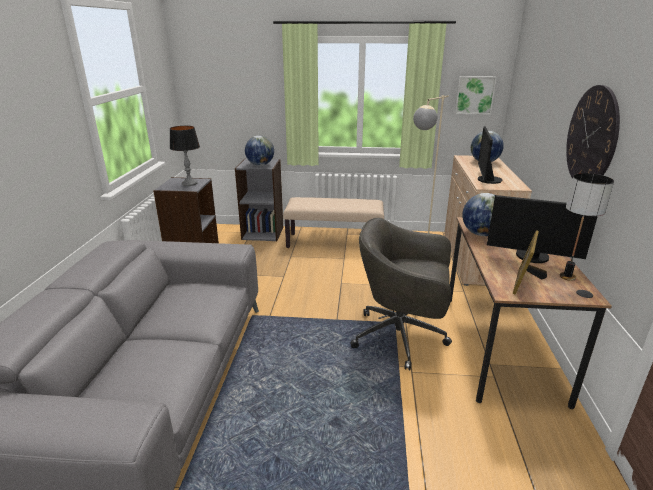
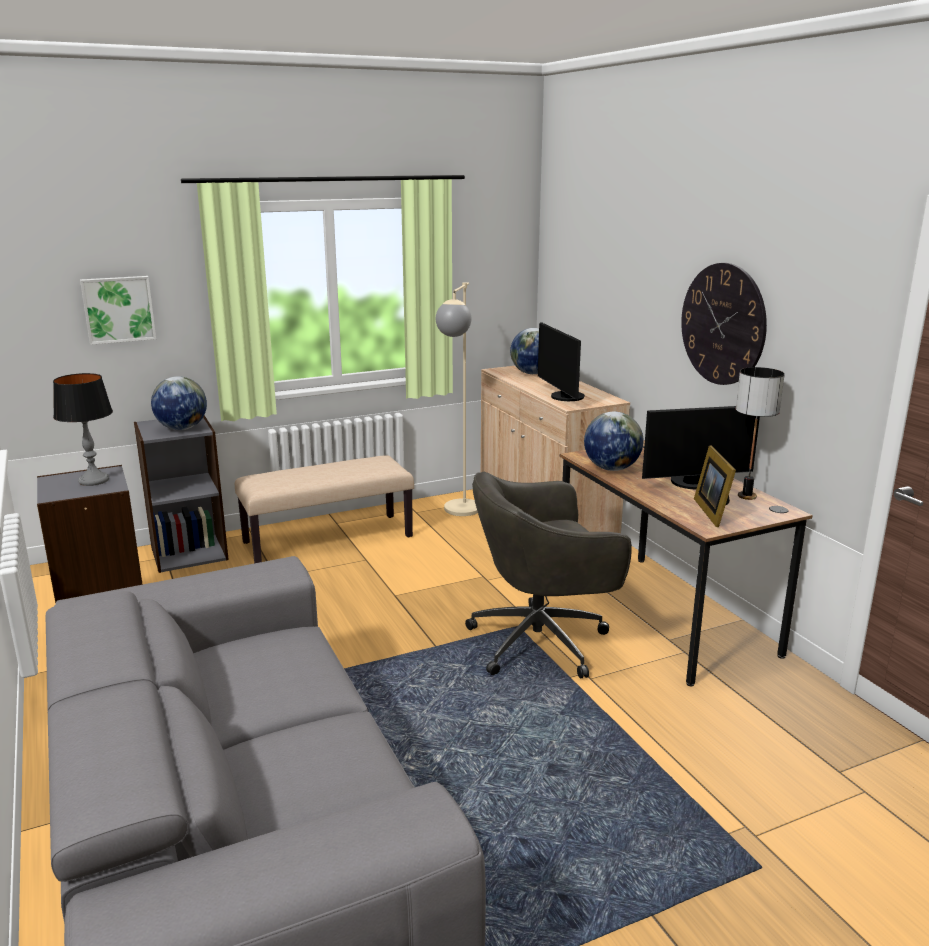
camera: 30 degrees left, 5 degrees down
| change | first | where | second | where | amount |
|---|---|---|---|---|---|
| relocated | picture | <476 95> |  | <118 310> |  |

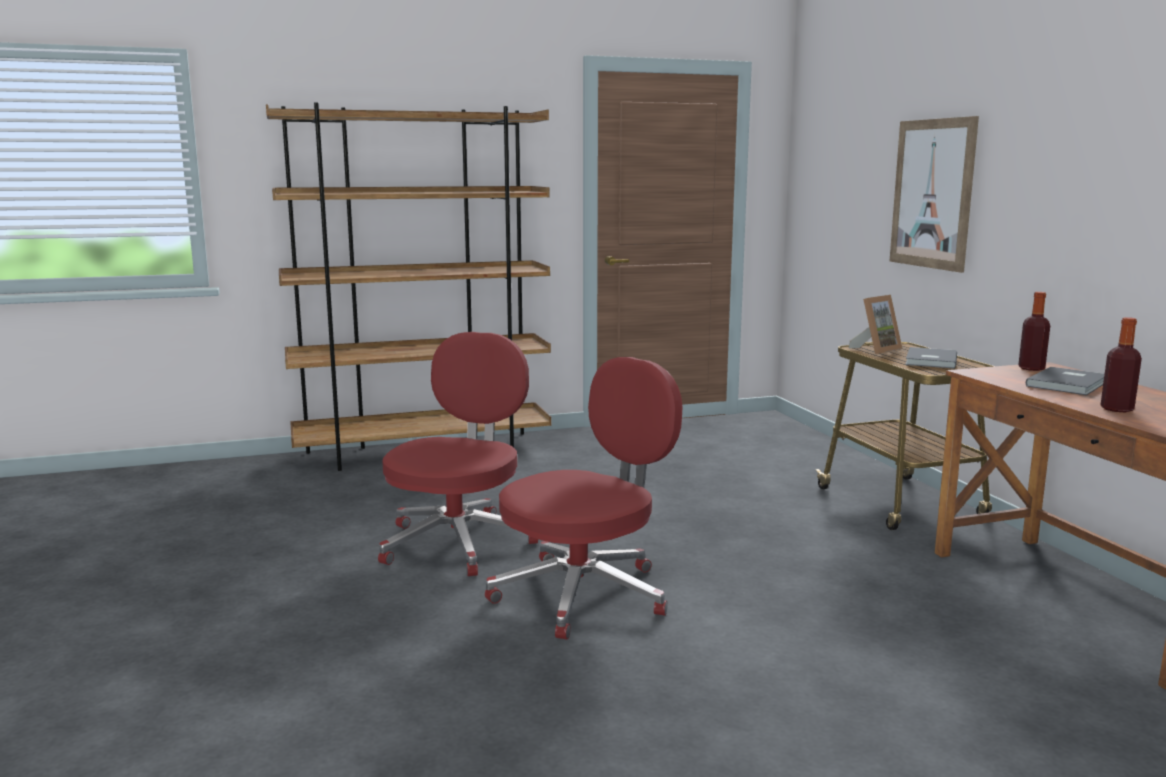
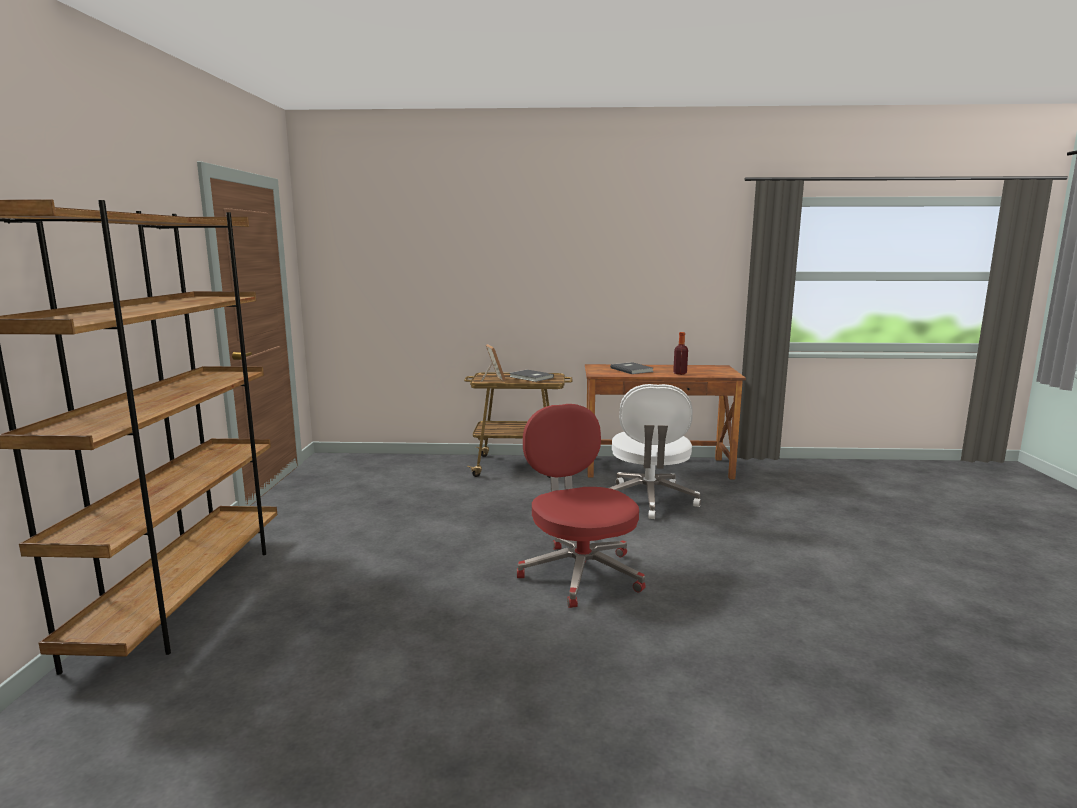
camera: 70 degrees left, 0 degrees up
| change | first | where | second | where | amount |
|---|---|---|---|---|---|
| missing | picture | <934 194> |  |  |  |
| missing | bottle | <1034 331> |  |  |  |
| missing | red office chair | <458 454> |  |  |  |
| appeared |  |  | white office chair | <655 451> |  |

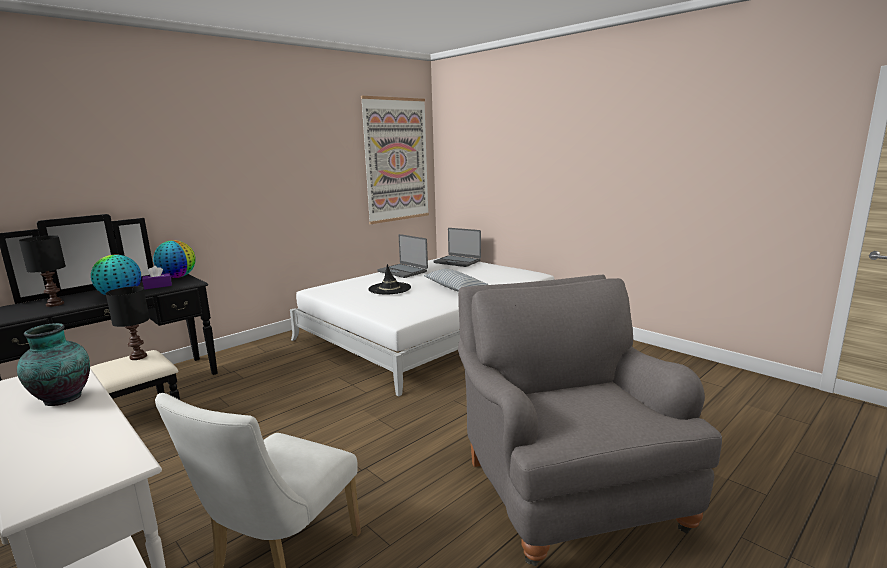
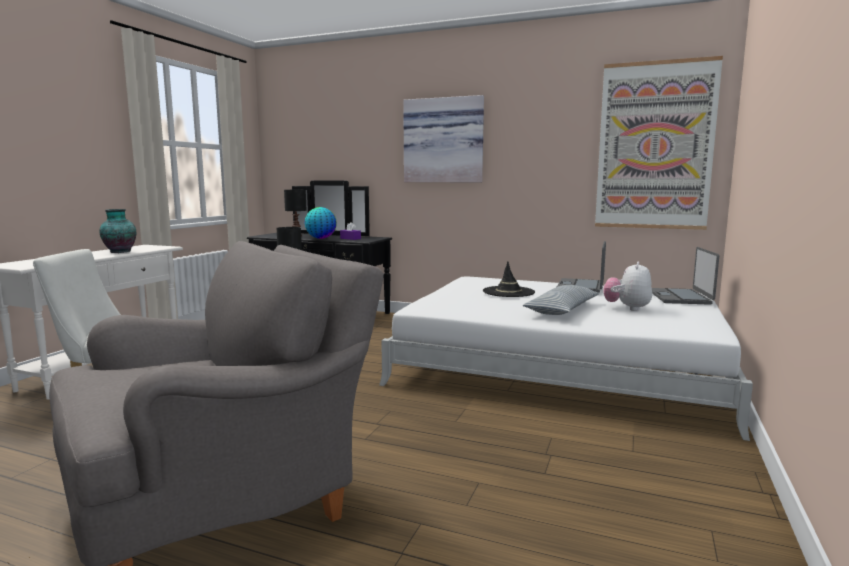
camera: 65 degrees right, 5 degrees down
| change | first | where | second | where | amount |
|---|---|---|---|---|---|
| missing | globe | <174 259> |  |  |  |
| appeared |  |  | picture | <443 138> |  |
| appeared |  |  | plush toy | <627 286> |  |

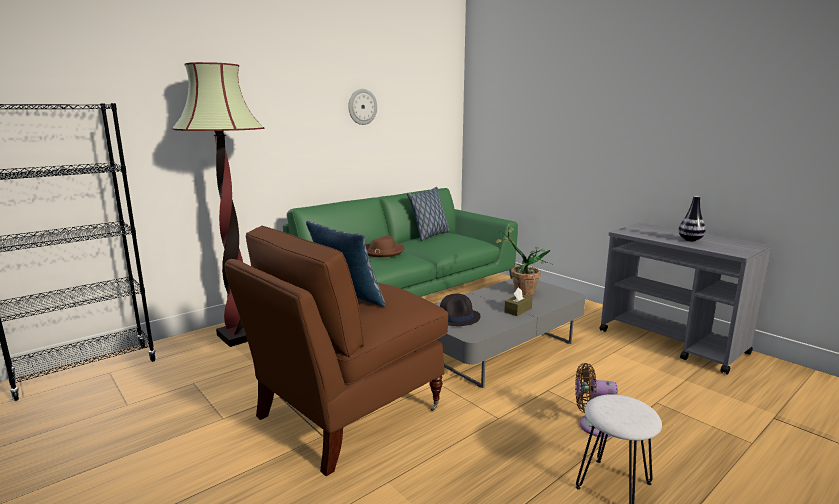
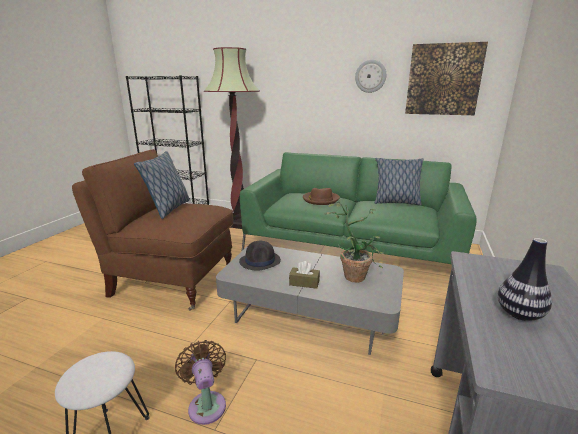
camera: 60 degrees right, 5 degrees up
| change | first | where | second | where | amount |
|---|---|---|---|---|---|
| appeared |  |  | picture | <446 78> |  |

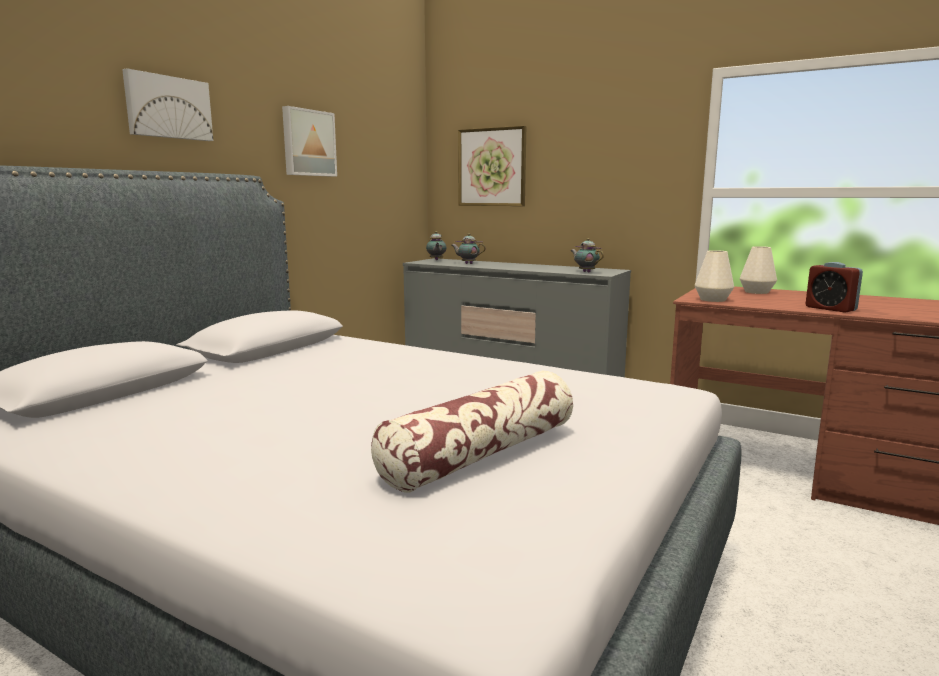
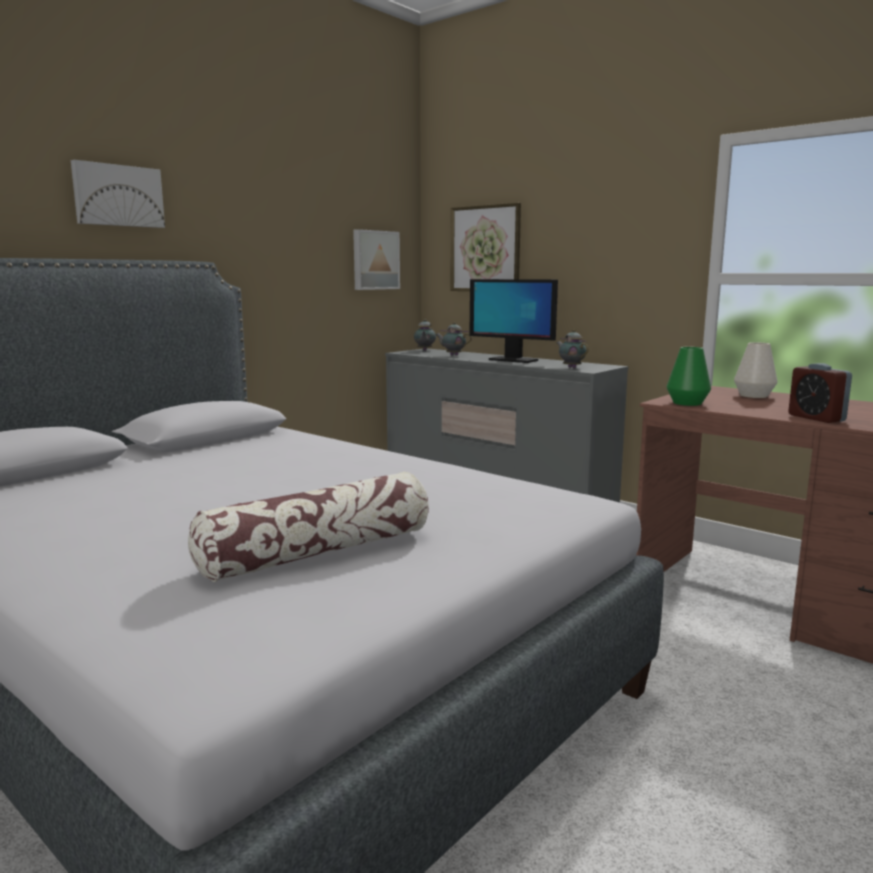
camera: 10 degrees right, 0 degrees up
| change | first | where | second | where | amount |
|---|---|---|---|---|---|
| relocated | picture | <309 141> |  | <376 259> |  |
| colour | white vase | <714 276> | green vase | <689 376> |  |
| appeared |  |  | monitor | <513 321> |  |

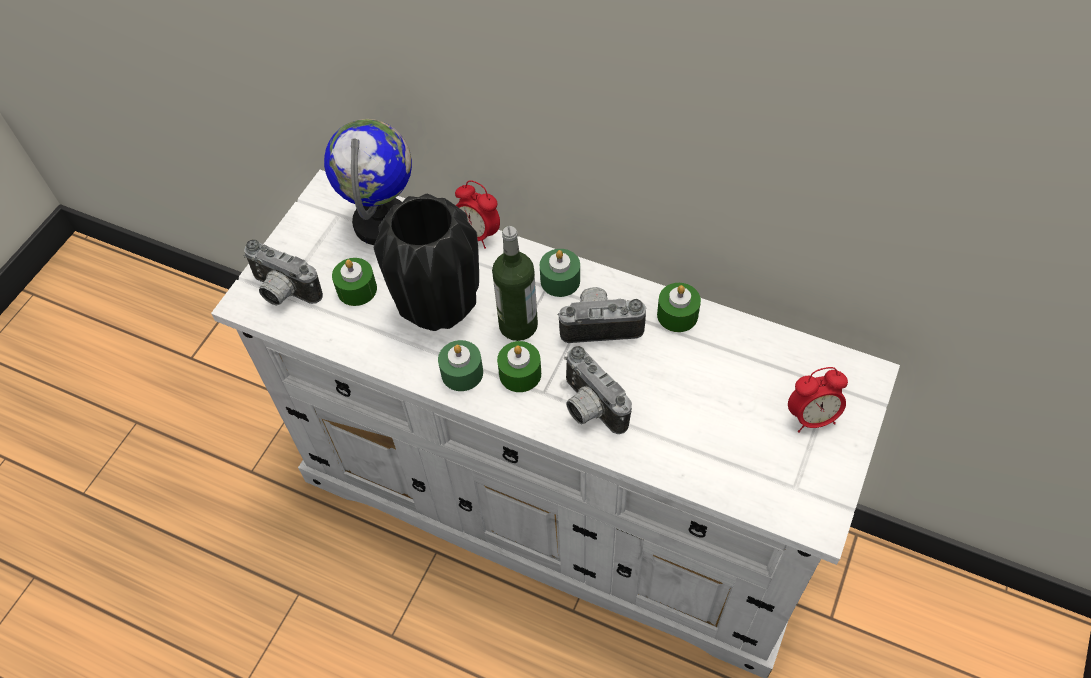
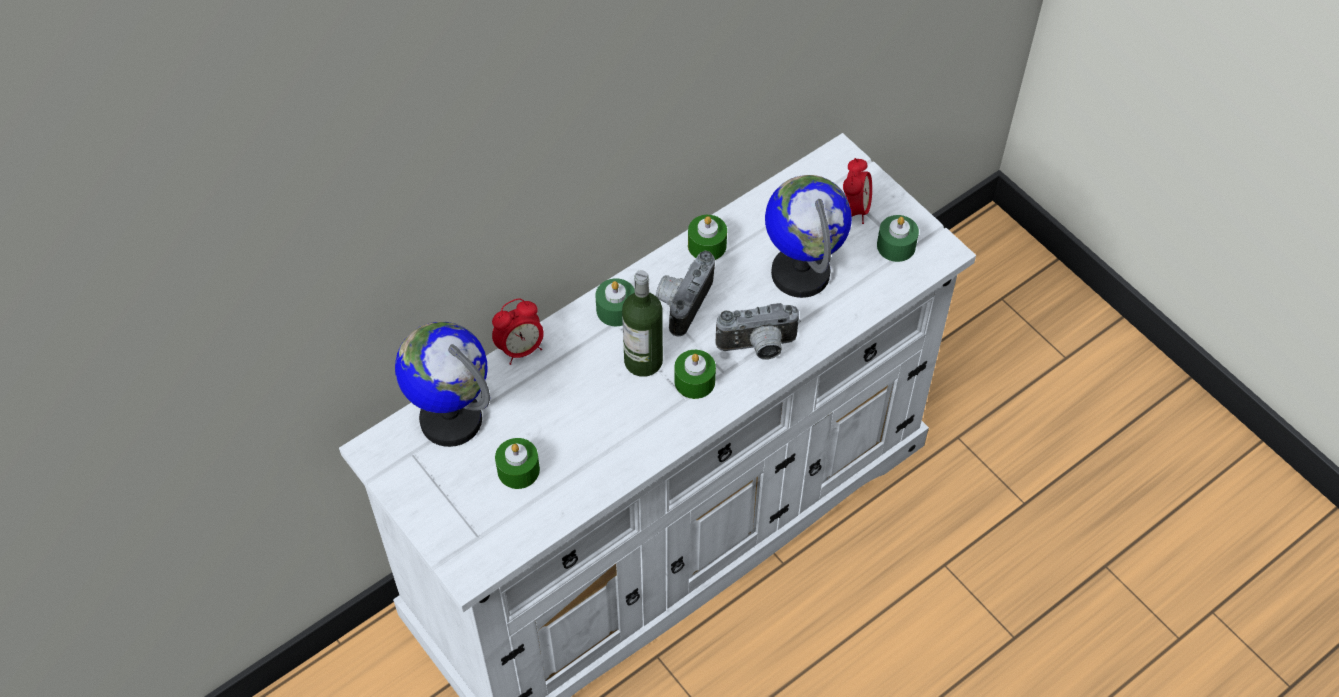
camera: 65 degrees left, 0 degrees up
| change | first | where | second | where | amount |
|---|---|---|---|---|---|
| missing | black vase | <426 262> |  |  |  |
| missing | photo camera | <283 272> |  |  |  |
| relocated | green candle | <460 365> |  | <898 238> |  |
| appeared |  |  | globe | <808 236> |  |

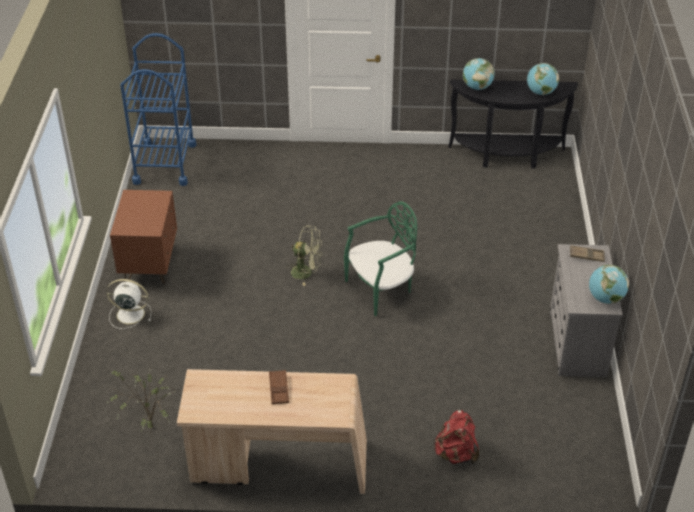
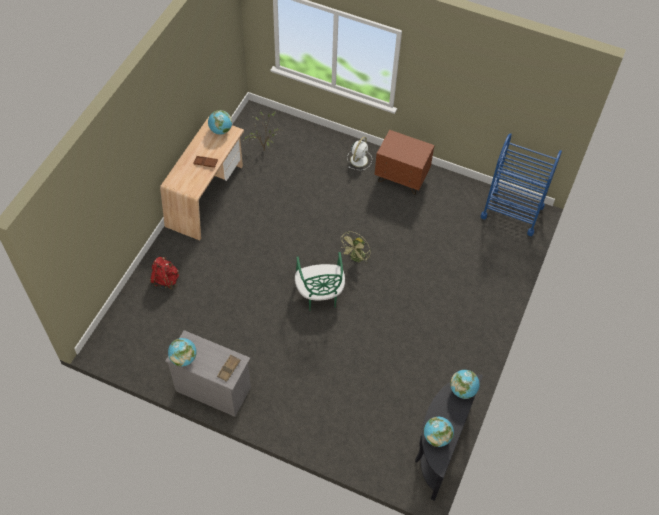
camera: 110 degrees right, 15 degrees up
| change | first | where | second | where | amount |
|---|---|---|---|---|---|
| appeared |  |  | globe | <220 122> |  |

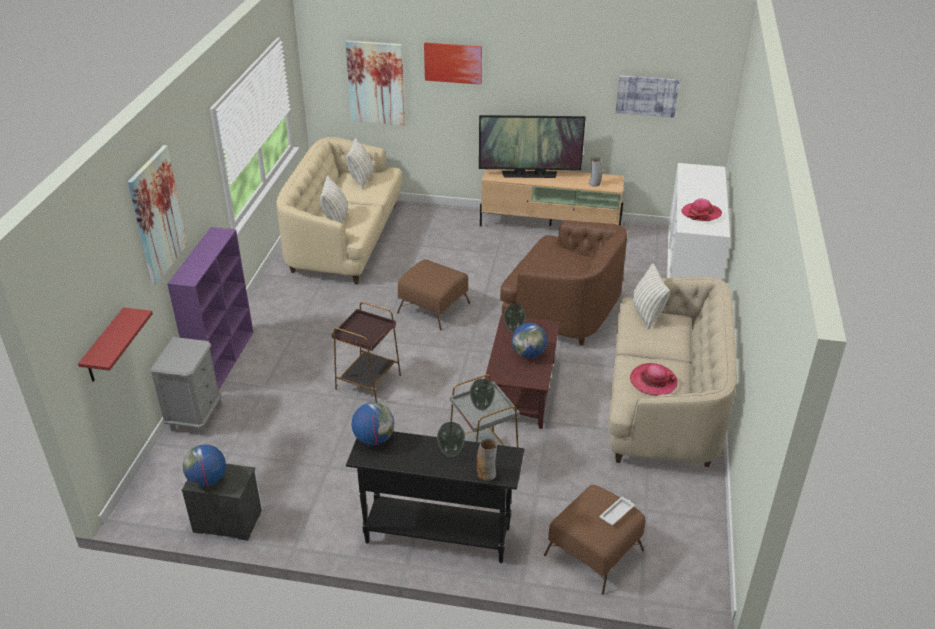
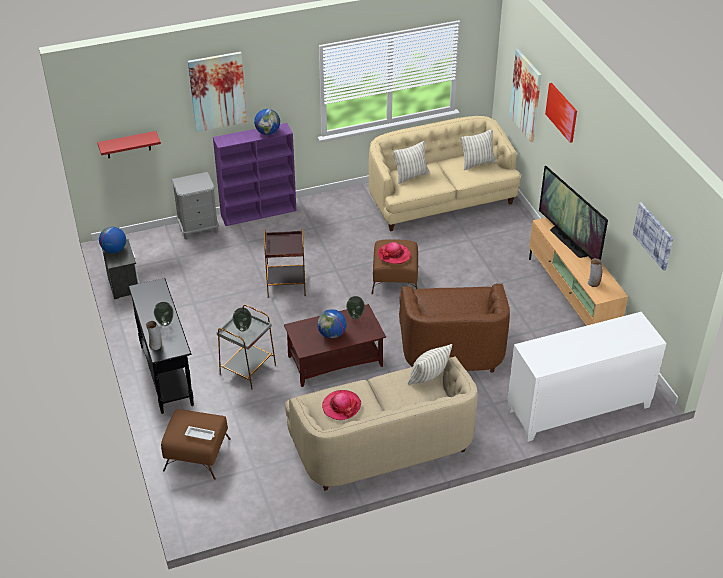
camera: 60 degrees right, 5 degrees up
| change | first | where | second | where | amount |
|---|---|---|---|---|---|
| relocated | hat | <701 210> |  | <394 253> |  |
| relocated | globe | <372 423> |  | <267 122> |  |

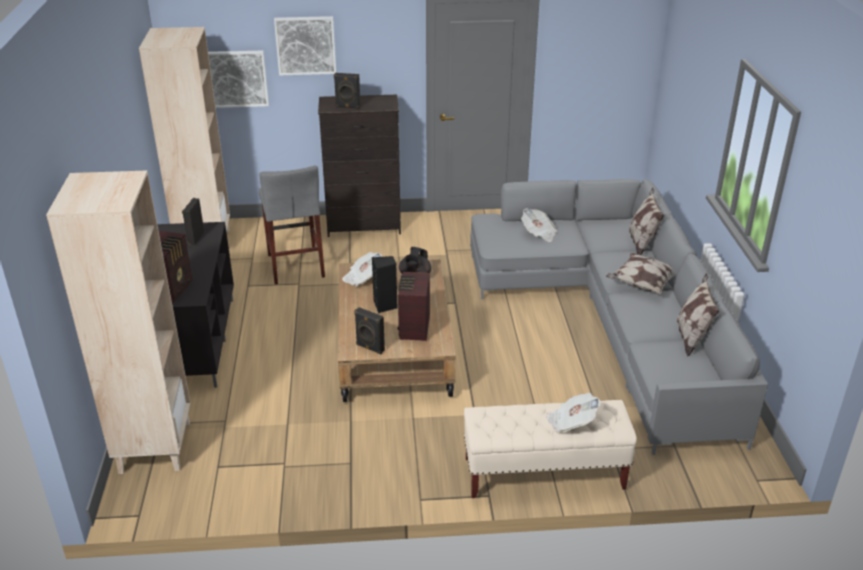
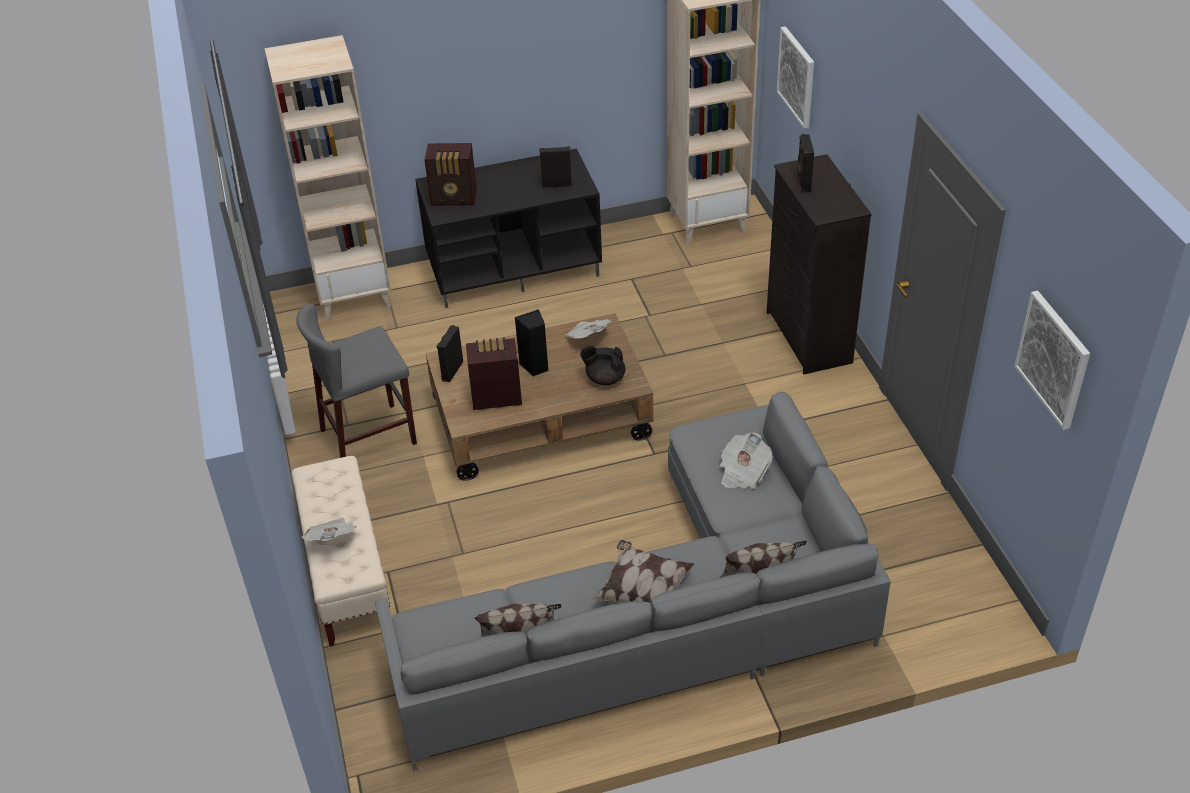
camera: 80 degrees right, 10 degrees up
| change | first | where | second | where | amount |
|---|---|---|---|---|---|
| relocated | picture | <305 46> |  | <1052 360> |  |
| relocated | grey stool | <292 225> |  | <356 381> |  |

